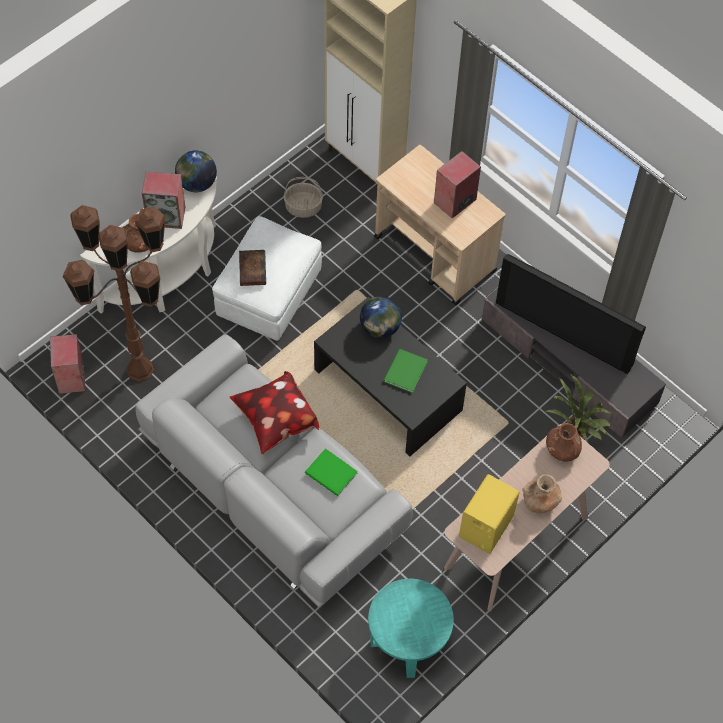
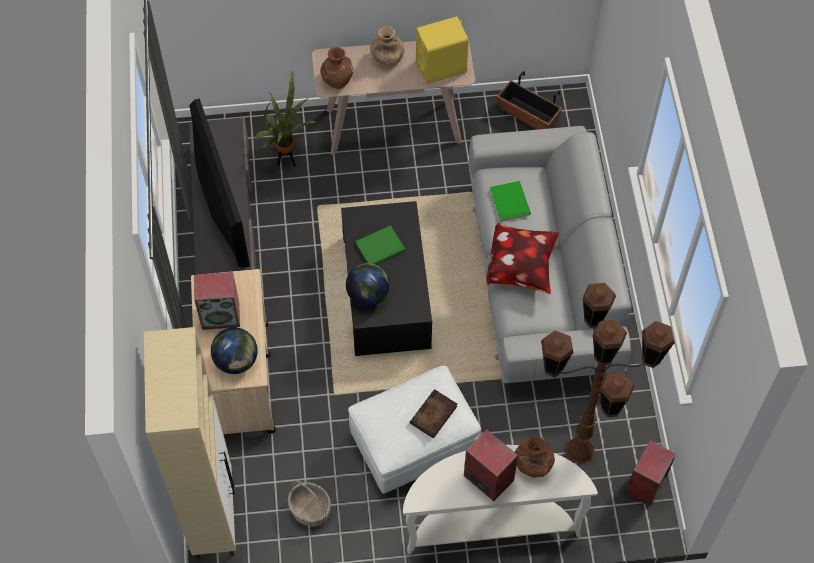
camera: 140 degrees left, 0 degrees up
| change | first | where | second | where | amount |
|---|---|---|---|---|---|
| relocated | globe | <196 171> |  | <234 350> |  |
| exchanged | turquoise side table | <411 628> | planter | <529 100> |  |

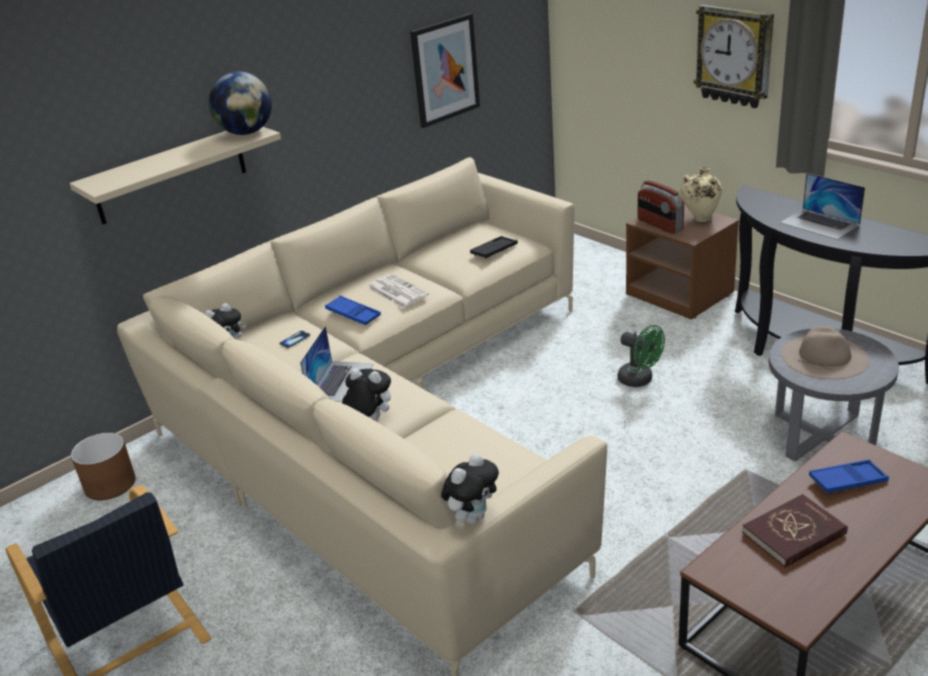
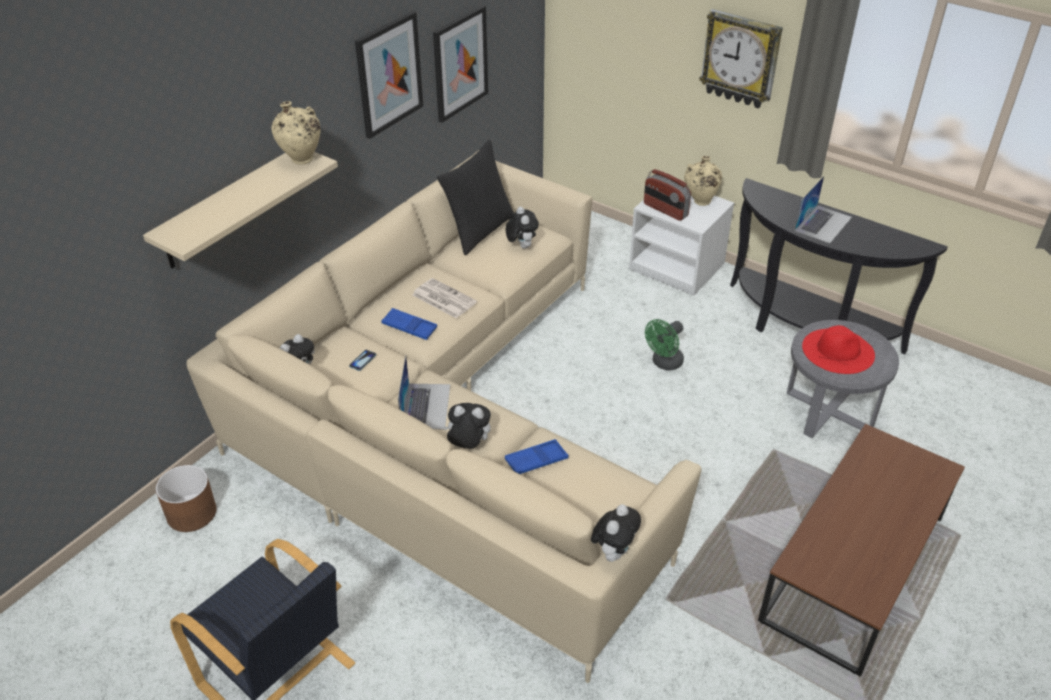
camera: 15 degrees left, 10 degrees up
| change | first | where | second | where | amount |
|---|---|---|---|---|---|
| exchanged | globe | <240 103> | beige vase | <296 132> |  |
| spun | laptop | <822 206> |  | <823 209> | 90 degrees counterclockwise |
| colour | brown nightstand | <682 261> | white nightstand | <681 246> |  |
| exchanged | black tray | <494 247> | plush toy | <522 228> |  |
| spun | green fan | <641 356> |  | <664 345> | 105 degrees clockwise |
| colour | beige hat | <825 352> | red hat | <838 349> |  |
| relocated | blue tray | <849 476> |  | <537 456> |  |
| missing | red book | <795 531> |  |  |  |
| appeared |  |  | picture | <389 75> |  |
| appeared |  |  | black pillow | <475 197> |  |

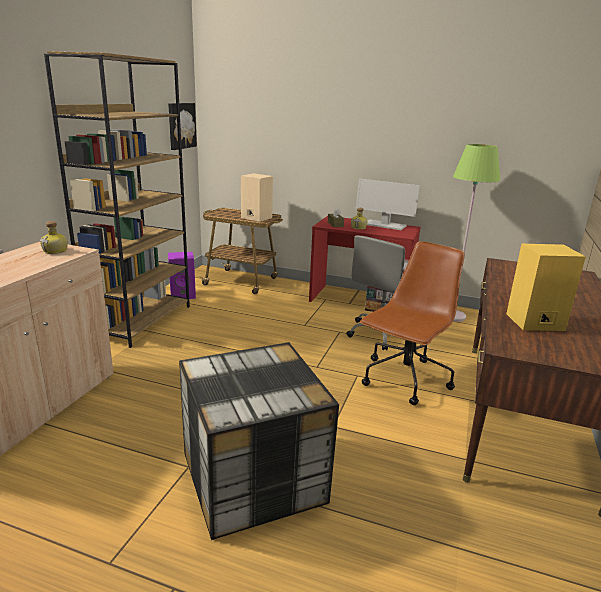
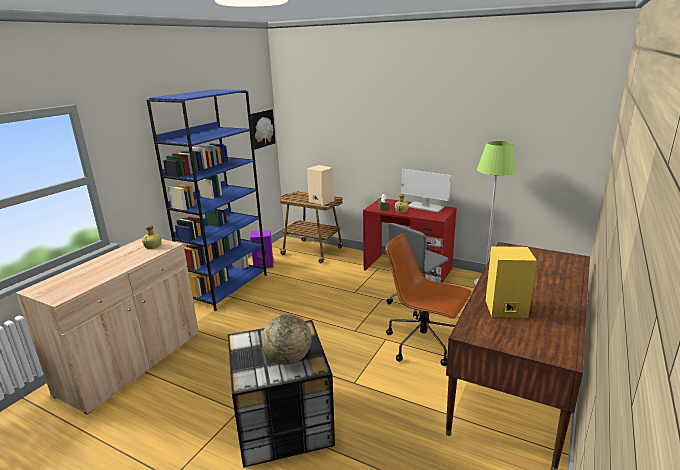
camera: 10 degrees right, 0 degrees up
| change | first | where | second | where | amount |
|---|---|---|---|---|---|
| colour | brown bookcase | <117 199> | blue bookcase | <207 200> |  |
| spun | brown office chair | <412 323> |  | <428 300> | 105 degrees counterclockwise |
| appeared |  |  | globe | <287 339> |  |

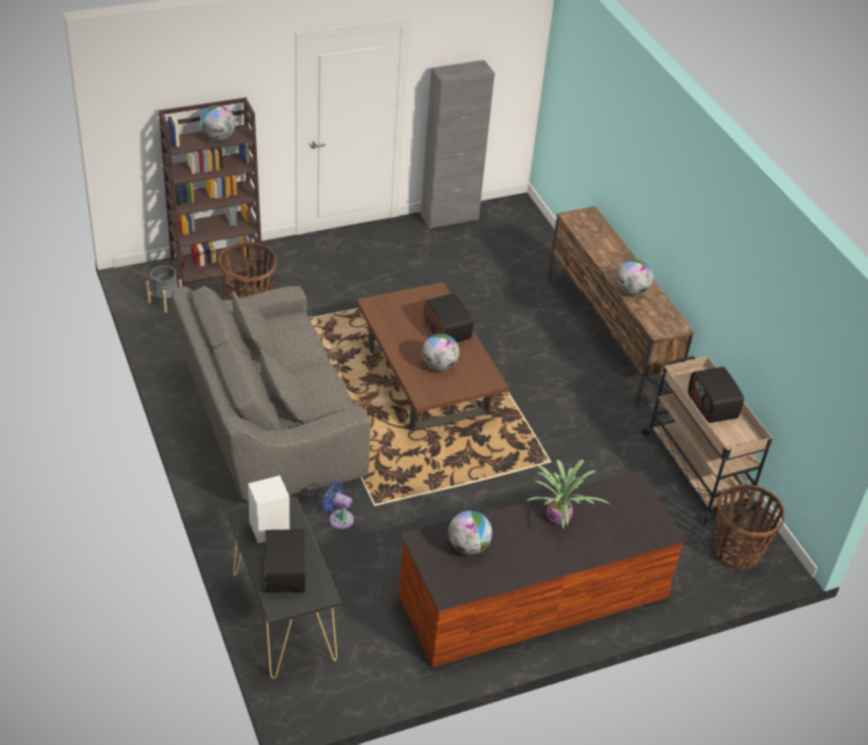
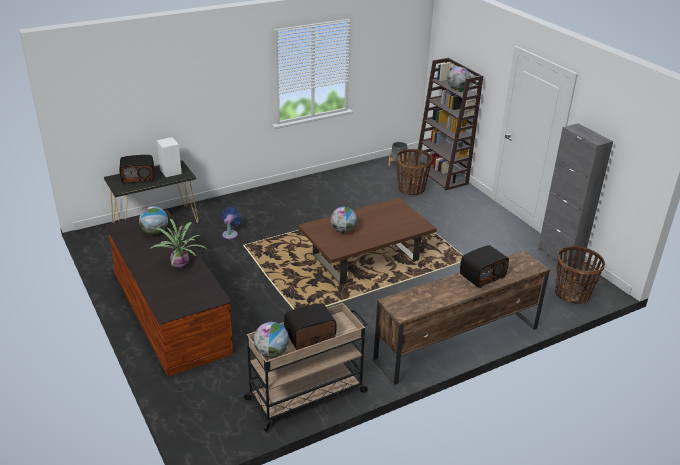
camera: 85 degrees right, 10 degrees down
| change | first | where | second | where | amount |
|---|---|---|---|---|---|
| relocated | globe | <635 277> |  | <271 340> |  |
| missing | grey sofa | <270 394> |  |  |  |
| relocated | radio | <448 317> |  | <484 266> |  |
| relocated | basket | <749 527> |  | <580 275> |  |

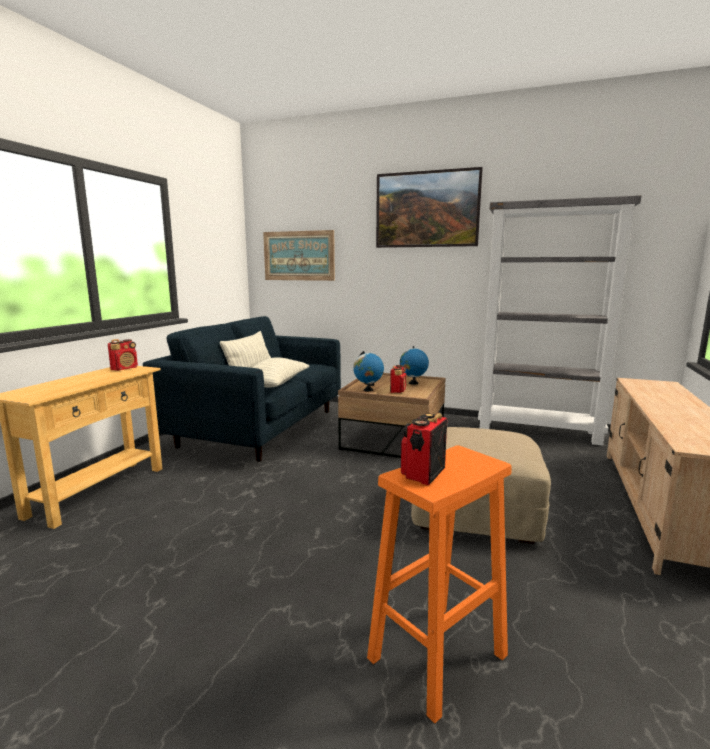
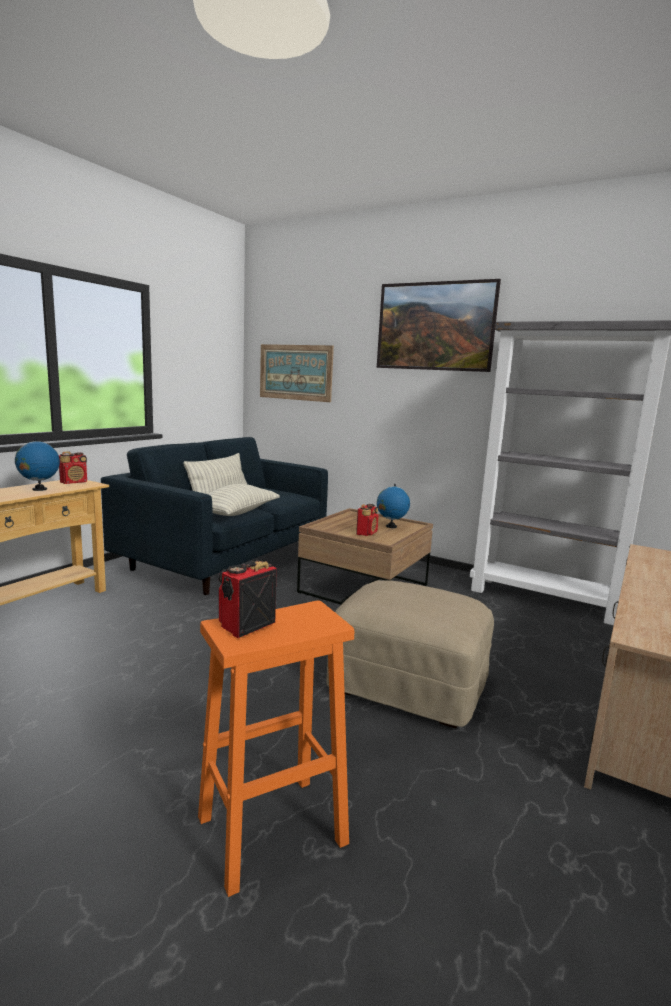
camera: 10 degrees right, 0 degrees up
| change | first | where | second | where | amount |
|---|---|---|---|---|---|
| relocated | globe | <368 371> |  | <37 465> |  |

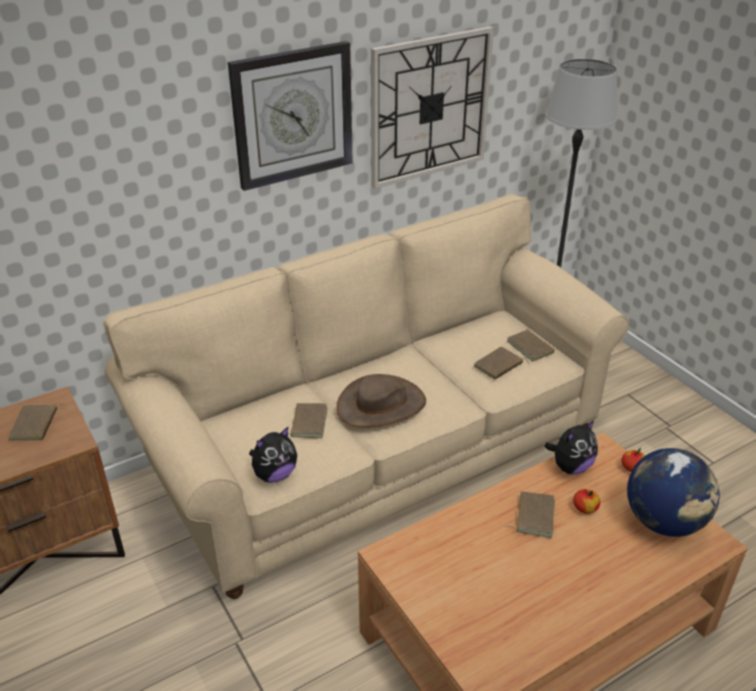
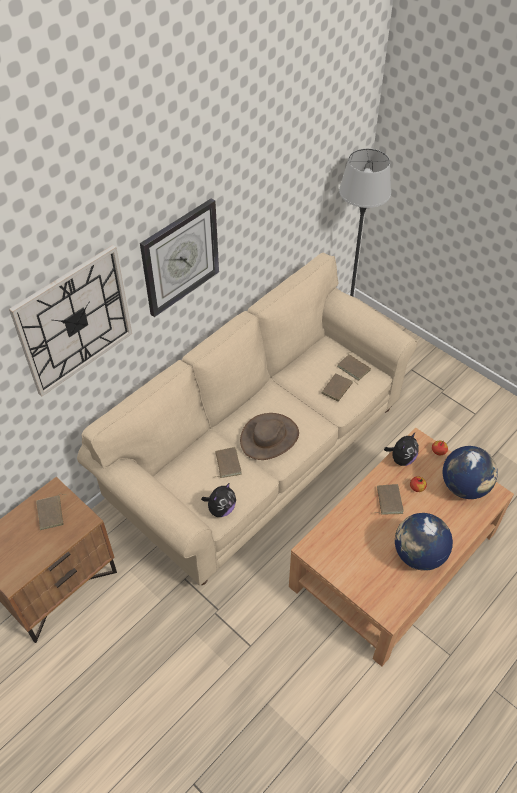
camera: 15 degrees left, 15 degrees up
| change | first | where | second | where | amount |
|---|---|---|---|---|---|
| relocated | wall clock | <432 107> |  | <70 321> |  |
| appeared |  |  | globe | <424 542> |  |

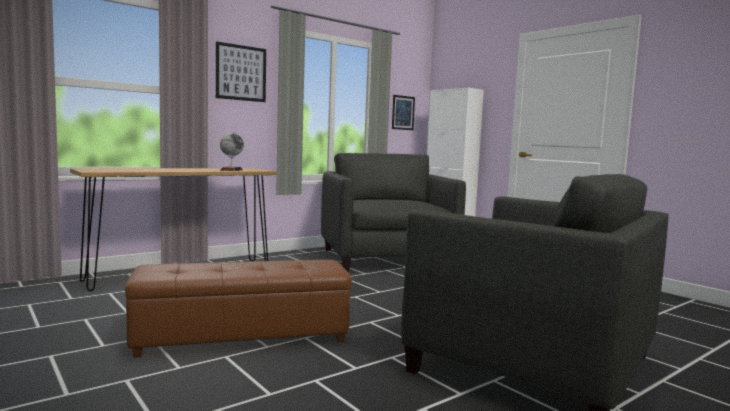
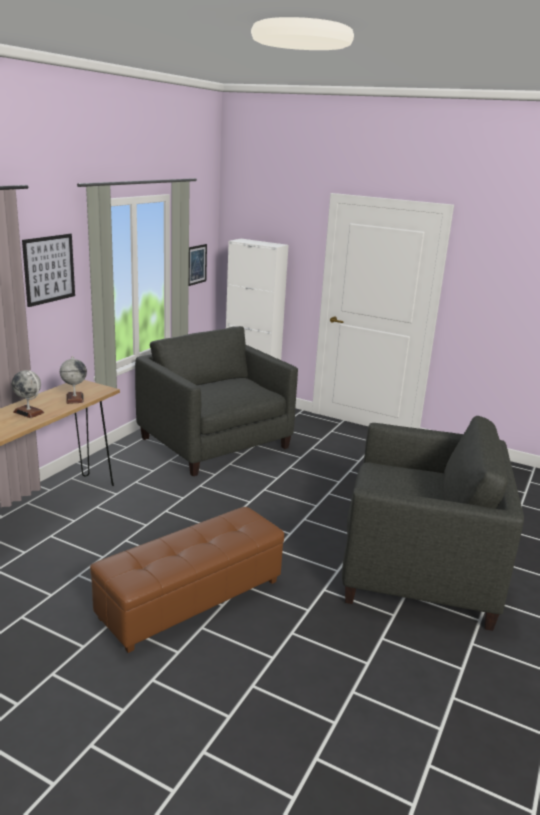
camera: 25 degrees left, 15 degrees up
| change | first | where | second | where | amount |
|---|---|---|---|---|---|
| appeared |  |  | globe | <28 394> |  |

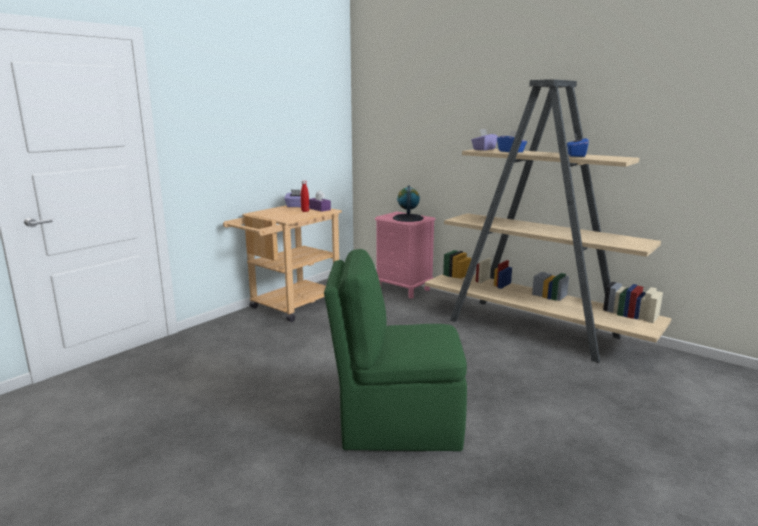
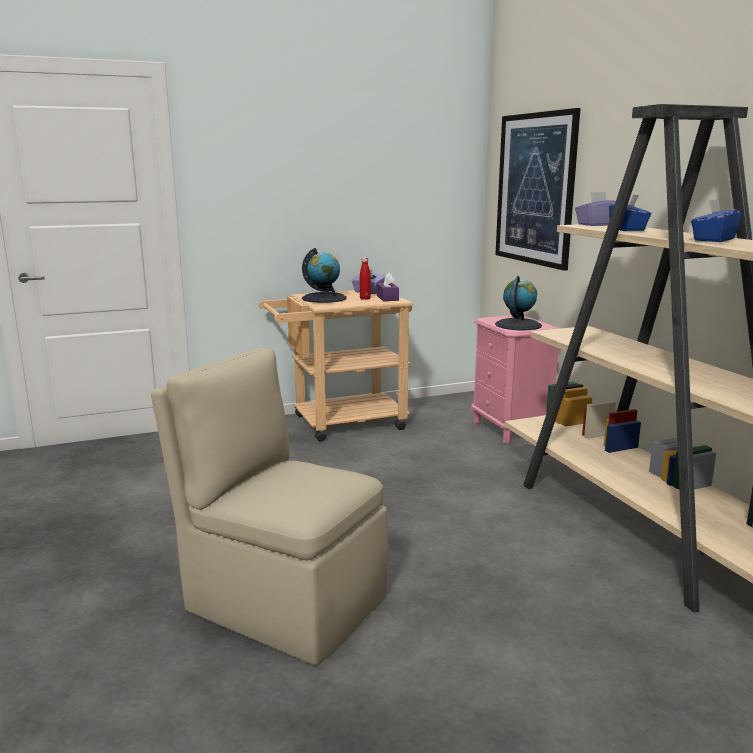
camera: 30 degrees right, 0 degrees up
| change | first | where | second | where | amount |
|---|---|---|---|---|---|
| colour | green chair | <395 350> | beige chair | <269 506> |  |
| appeared |  |  | picture | <538 189> |  |
| appeared |  |  | globe | <324 275> |  |

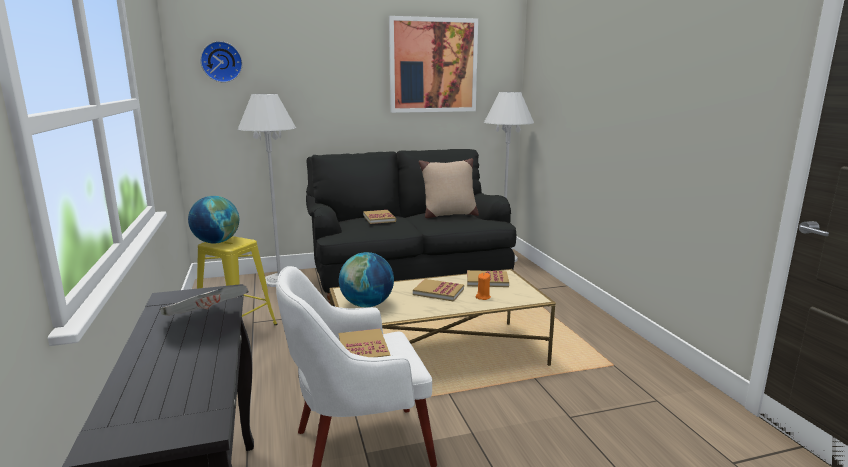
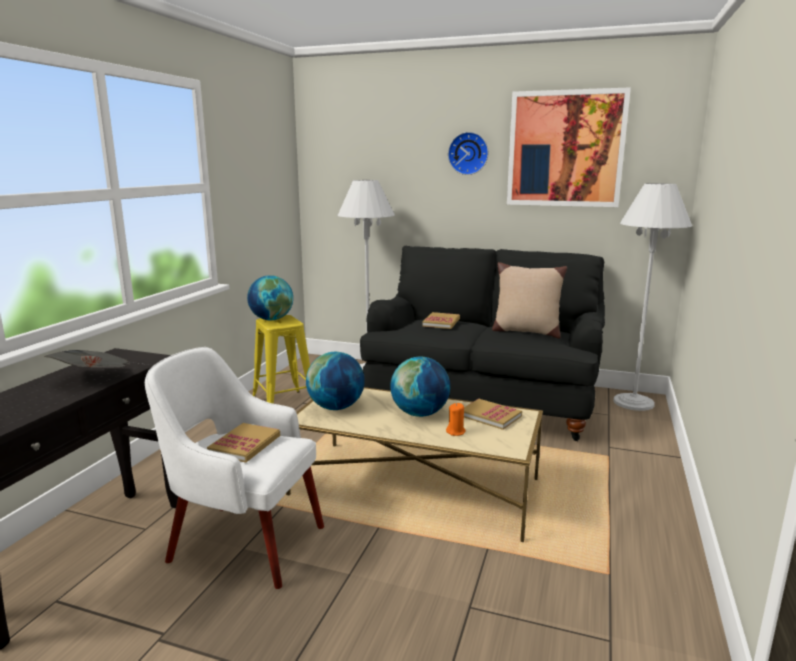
camera: 35 degrees right, 0 degrees up
| change | first | where | second | where | amount |
|---|---|---|---|---|---|
| relocated | wall clock | <221 62> |  | <468 153> |  |
| exchanged | book | <438 290> | globe | <420 387> |  |

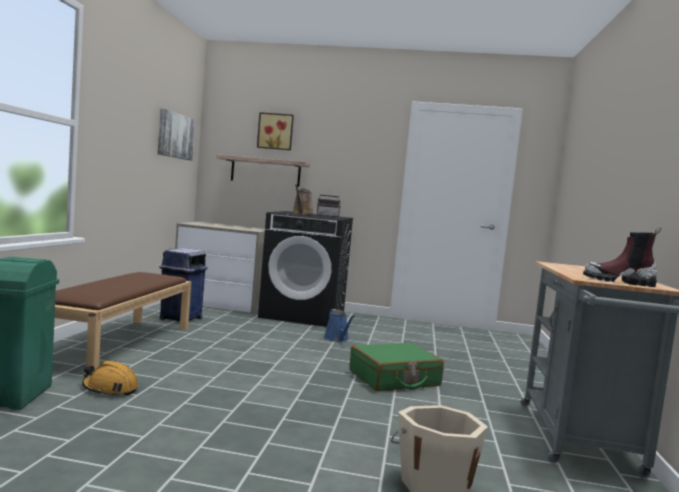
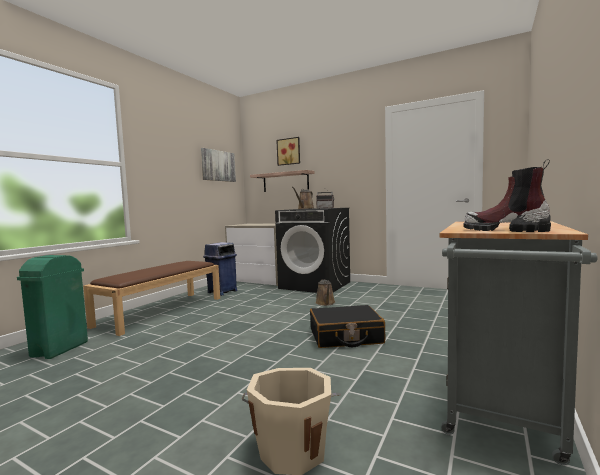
camera: 20 degrees right, 0 degrees up
| change | first | where | second | where | amount |
|---|---|---|---|---|---|
| colour | blue watering can | <339 325> | brown watering can | <325 293> |  |
| colour | green suitcase | <397 367> | black suitcase | <348 326> |  |
| missing | orange hard hat | <110 378> |  |  |  |

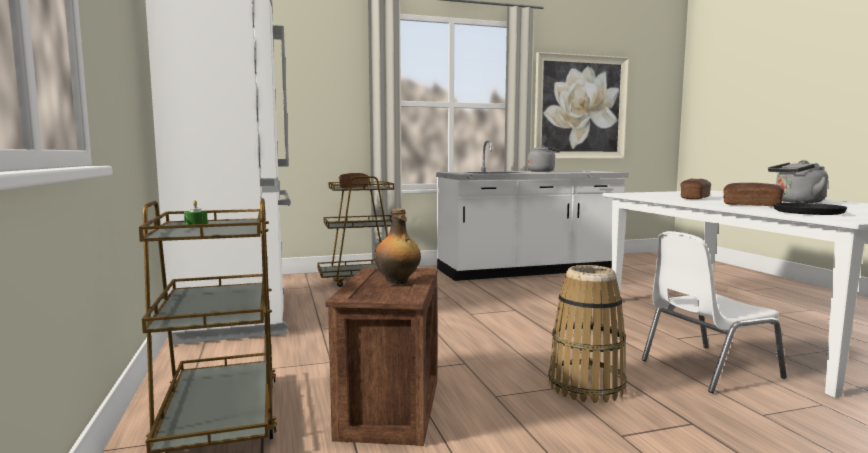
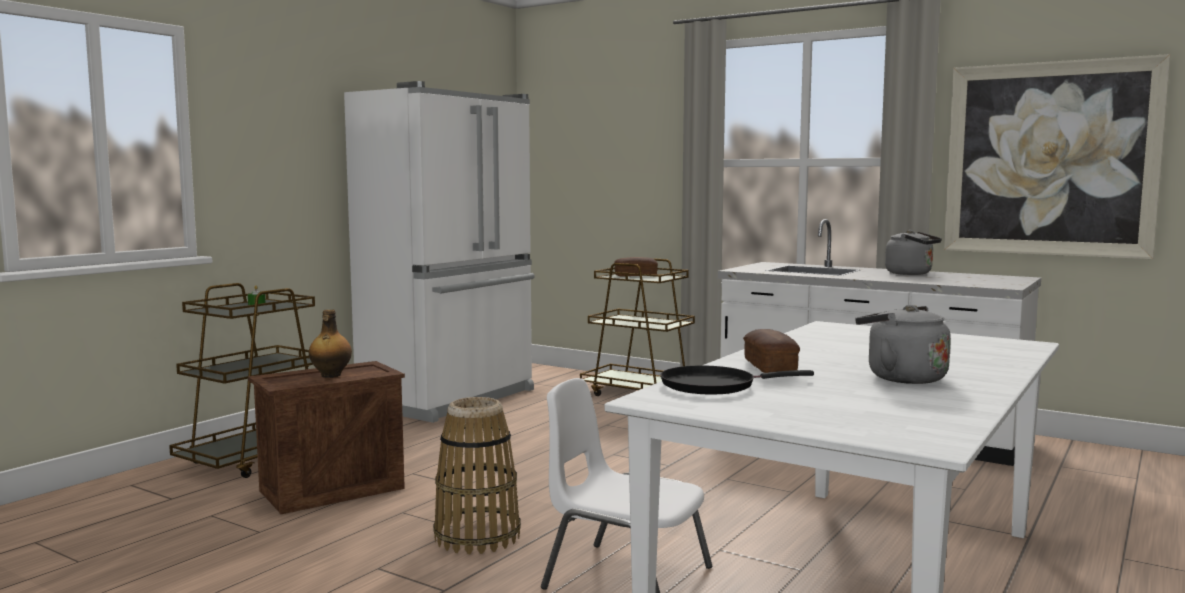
camera: 50 degrees right, 0 degrees up
| change | first | where | second | where | amount |
|---|---|---|---|---|---|
| missing | bread | <695 189> |  |  |  |

